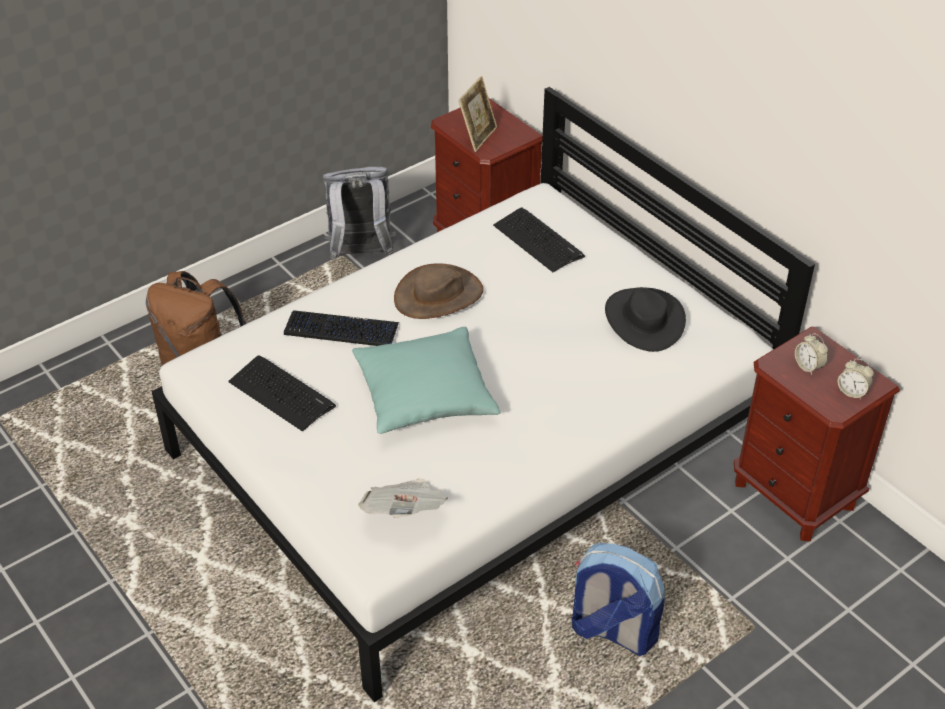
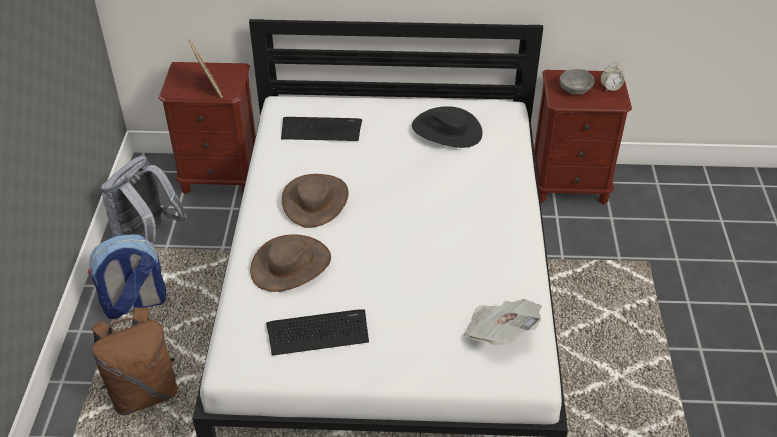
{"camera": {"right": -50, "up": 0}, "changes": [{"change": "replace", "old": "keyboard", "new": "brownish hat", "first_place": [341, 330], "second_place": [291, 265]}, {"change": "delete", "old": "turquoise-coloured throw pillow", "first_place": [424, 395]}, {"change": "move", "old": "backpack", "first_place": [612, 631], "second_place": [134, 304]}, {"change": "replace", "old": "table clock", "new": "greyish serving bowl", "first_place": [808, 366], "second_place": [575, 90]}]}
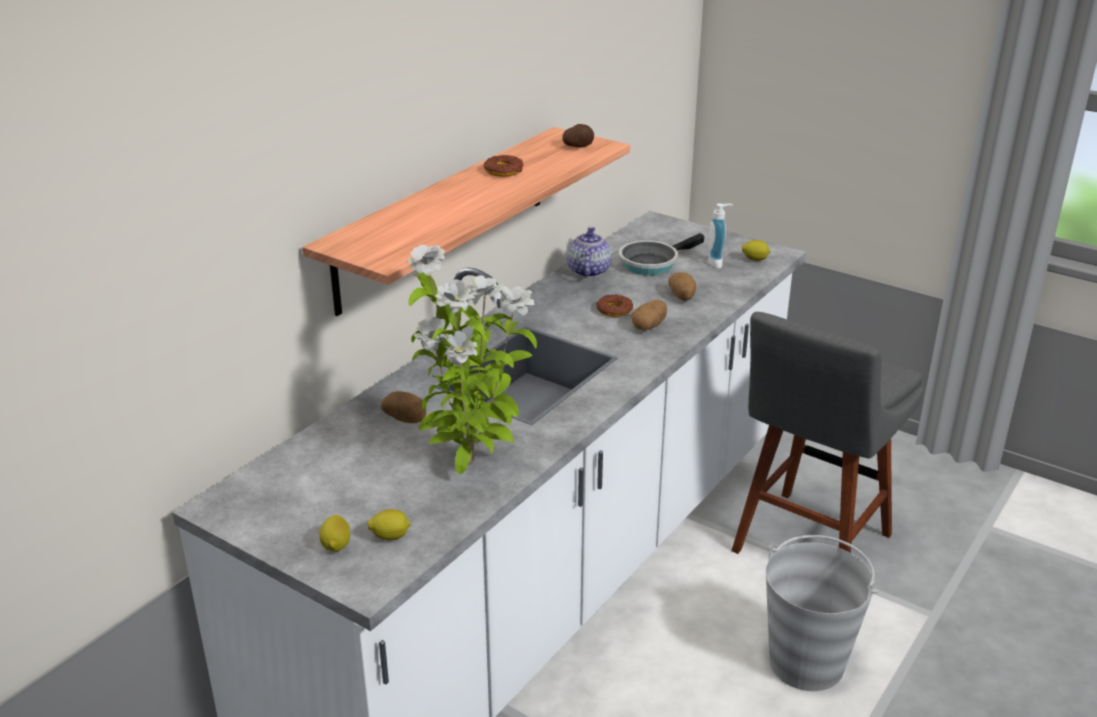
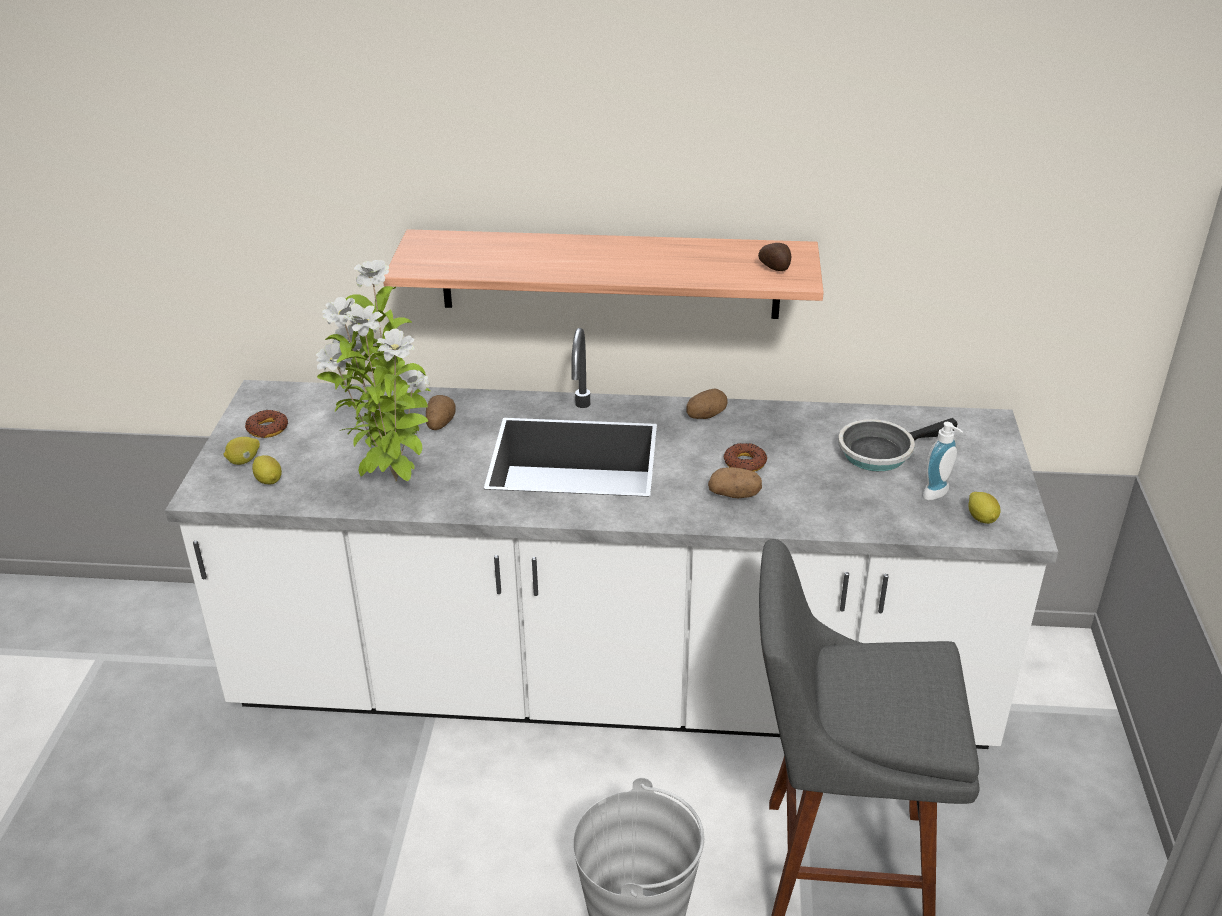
{"camera": {"right": 60, "up": 5}, "changes": [{"change": "move", "old": "doughnut", "first_place": [504, 171], "second_place": [267, 429]}, {"change": "delete", "old": "pot for tea", "first_place": [588, 271]}, {"change": "rotate", "old": "pan", "first_place": [652, 263], "second_place": [880, 451], "degrees": -45}, {"change": "move", "old": "potato", "first_place": [682, 297], "second_place": [706, 415]}]}
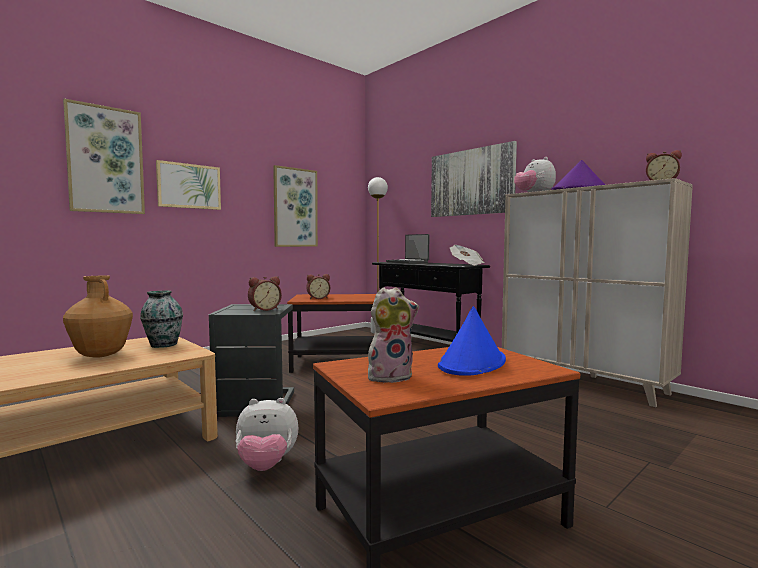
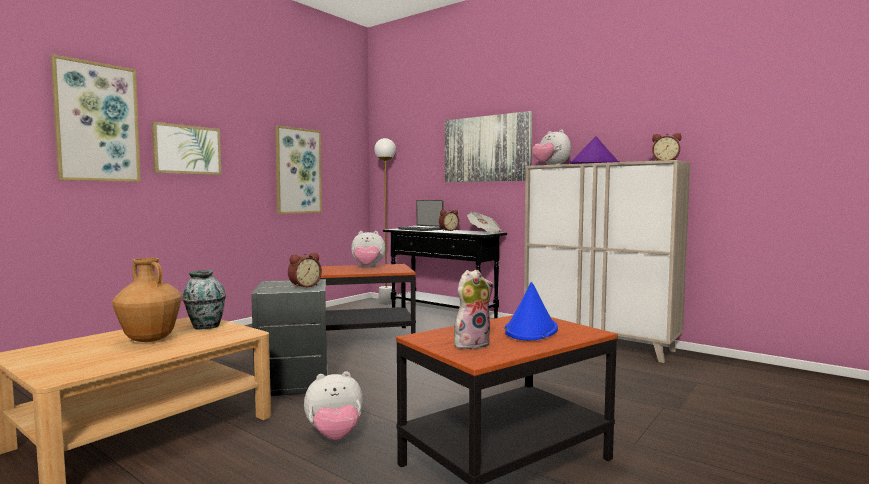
{"camera": {"right": -10, "up": 0}, "changes": [{"change": "move", "old": "table clock", "first_place": [318, 298], "second_place": [448, 230]}, {"change": "insert", "new": "plush toy", "second_place": [368, 267]}]}
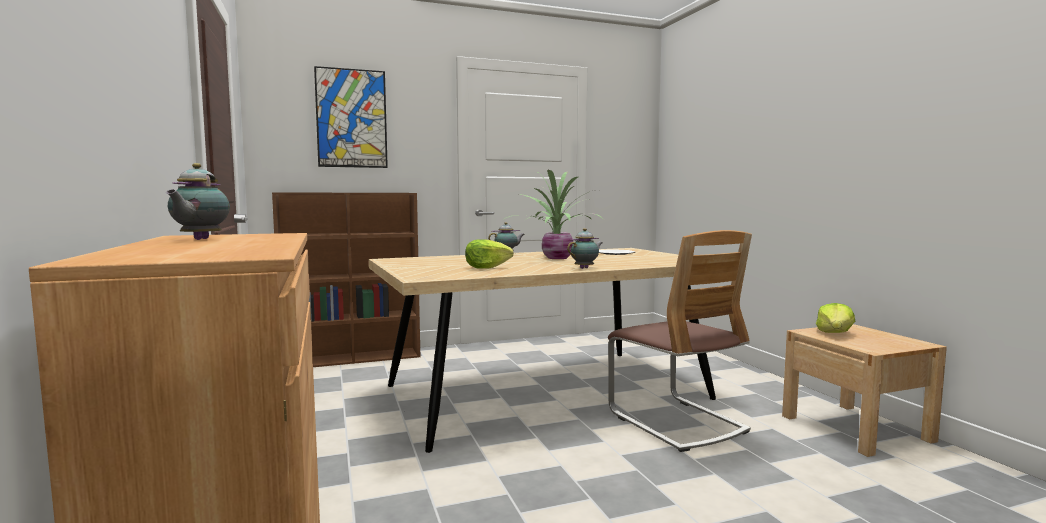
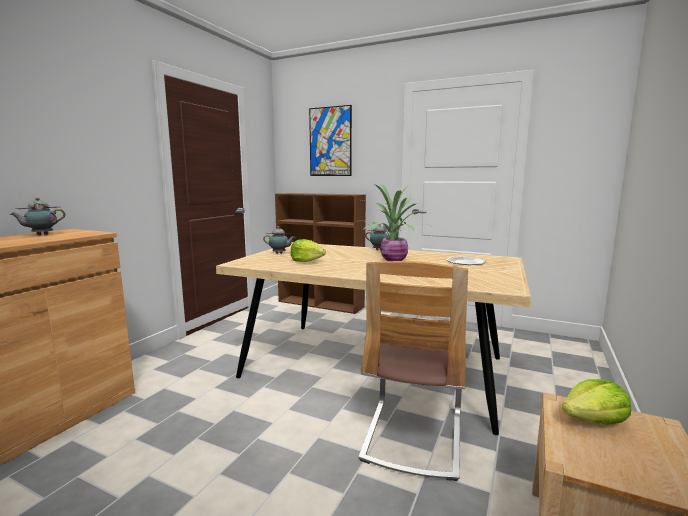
{"camera": {"right": 45, "up": 5}, "changes": [{"change": "move", "old": "pot for tea", "first_place": [585, 268], "second_place": [280, 253]}]}
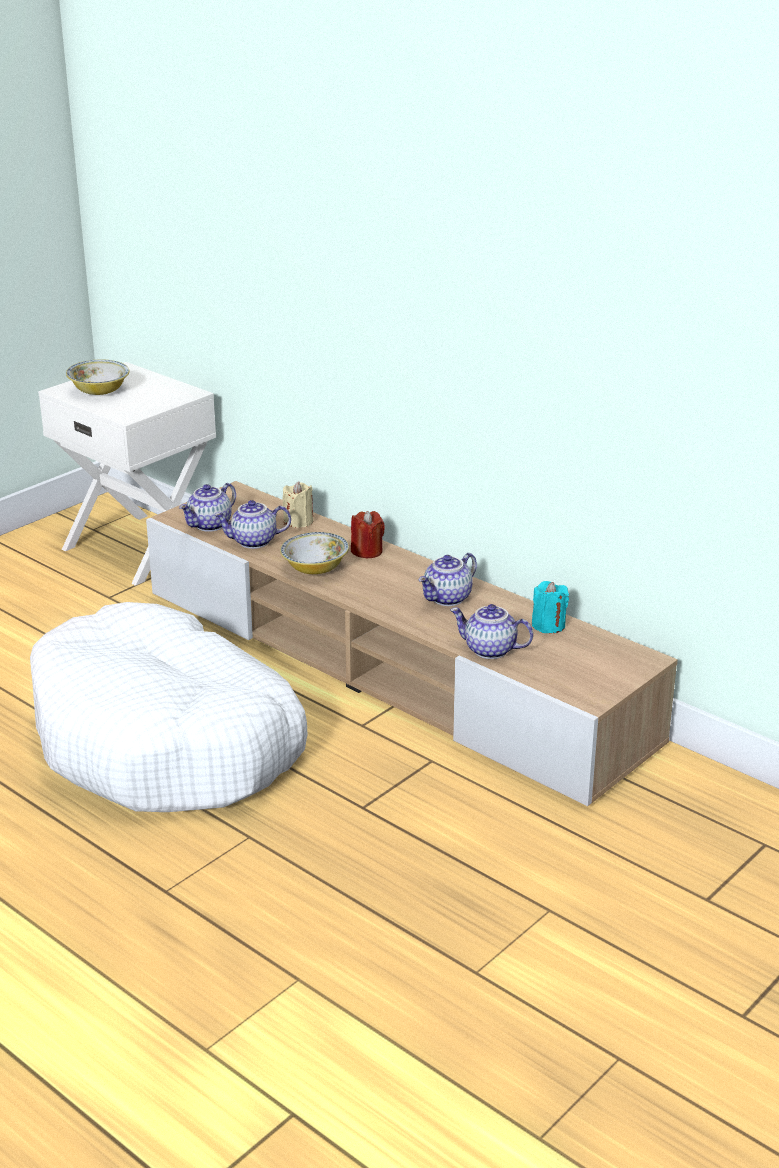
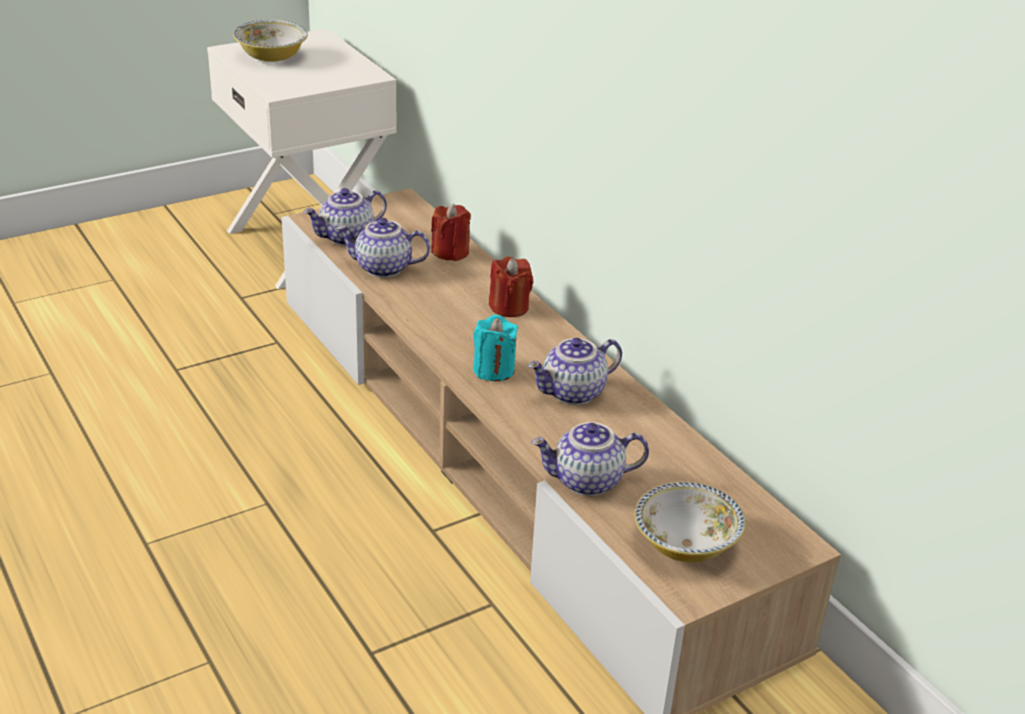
{"camera": {"right": 15, "up": 5}, "changes": [{"change": "delete", "old": "white-coloured dog bed", "first_place": [167, 741]}, {"change": "move", "old": "serving bowl", "first_place": [315, 568], "second_place": [685, 544]}, {"change": "recolor", "old": "sand-coloured candle", "new": "reddish candle", "first_place": [298, 521], "second_place": [450, 252]}, {"change": "rotate", "old": "pot for tea", "first_place": [489, 650], "second_place": [587, 482], "degrees": -45}, {"change": "move", "old": "turquoise-coloured candle", "first_place": [548, 625], "second_place": [493, 370]}]}
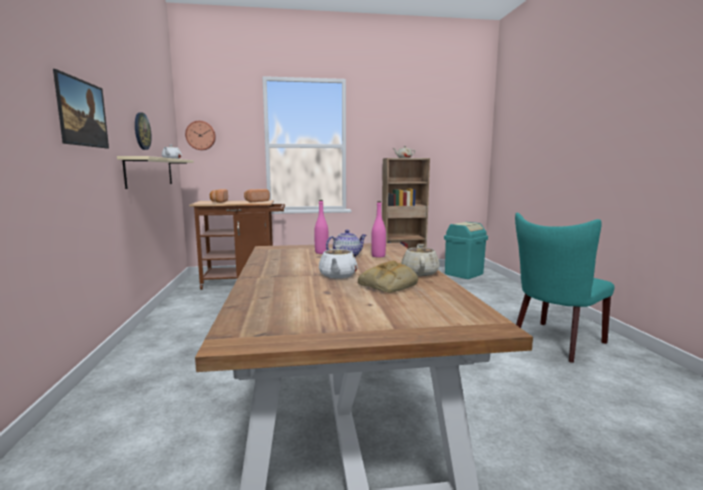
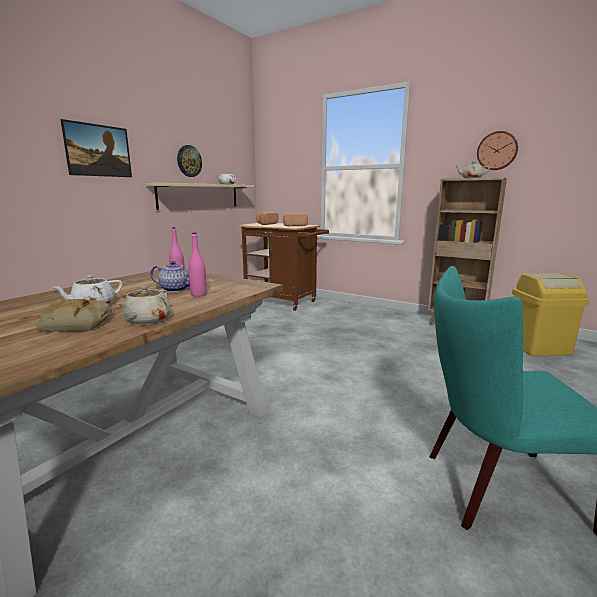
{"camera": {"right": 40, "up": 5}, "changes": [{"change": "move", "old": "hanging clock", "first_place": [201, 135], "second_place": [497, 151]}, {"change": "rotate", "old": "sand-coloured pot for tea", "first_place": [420, 273], "second_place": [147, 320], "degrees": 150}, {"change": "recolor", "old": "turquoise-coloured waste bin", "new": "yellow waste bin", "first_place": [463, 274], "second_place": [538, 347]}]}
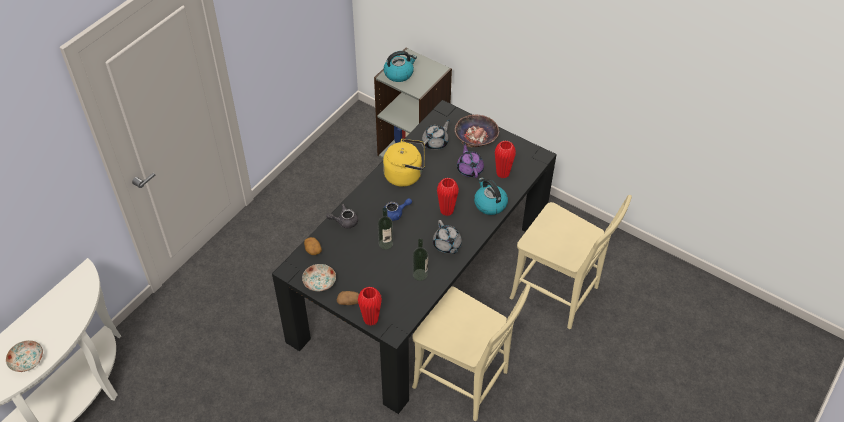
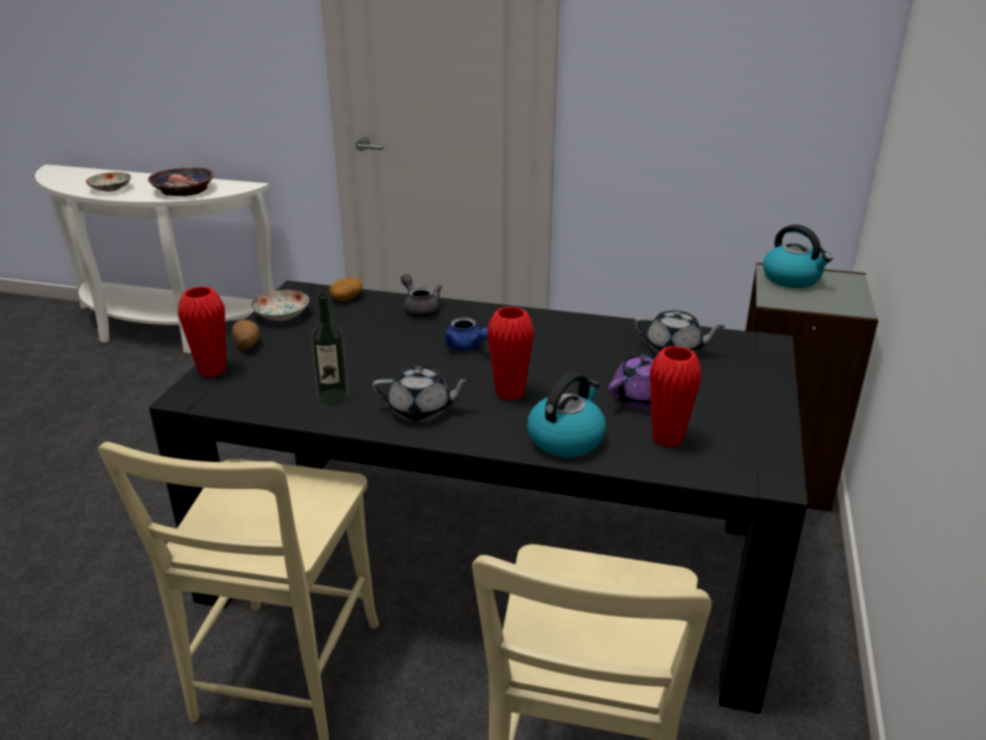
{"camera": {"right": 70, "up": -20}, "changes": [{"change": "delete", "old": "bottle", "first_place": [386, 243]}, {"change": "delete", "old": "yellow water kettle", "first_place": [405, 175]}, {"change": "rotate", "old": "greyish pot for tea", "first_place": [447, 245], "second_place": [421, 410], "degrees": -135}, {"change": "move", "old": "serving bowl", "first_place": [476, 136], "second_place": [184, 190]}]}
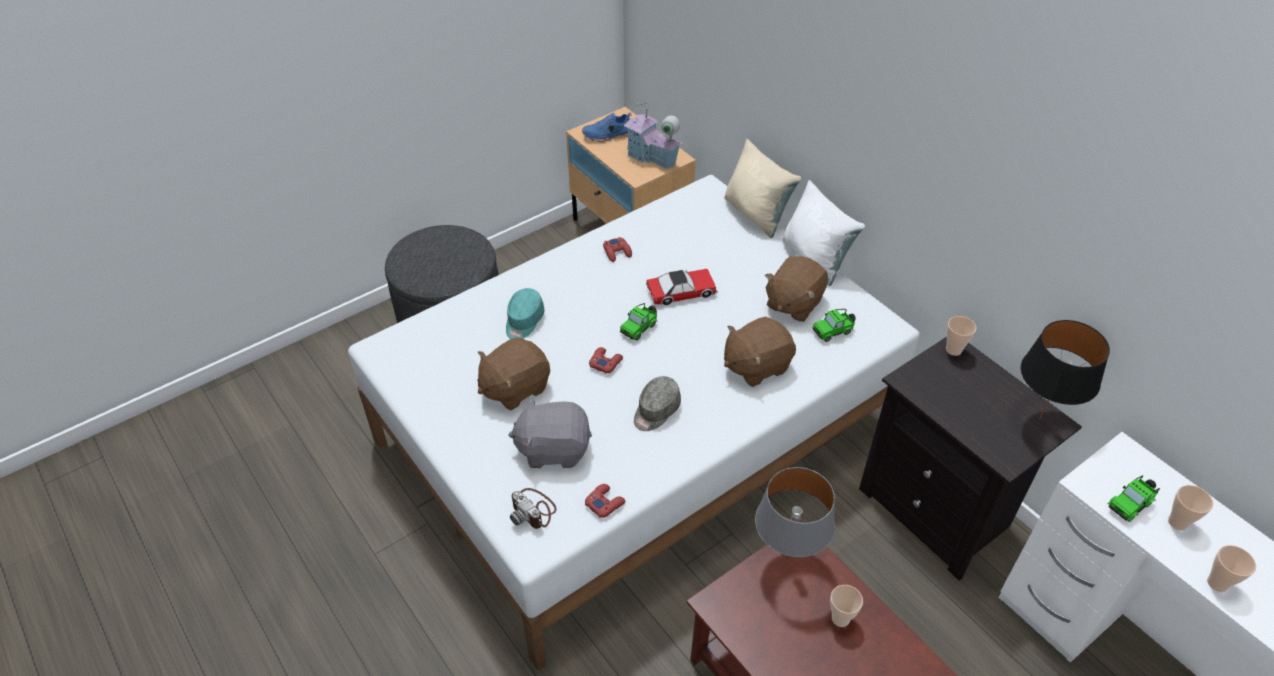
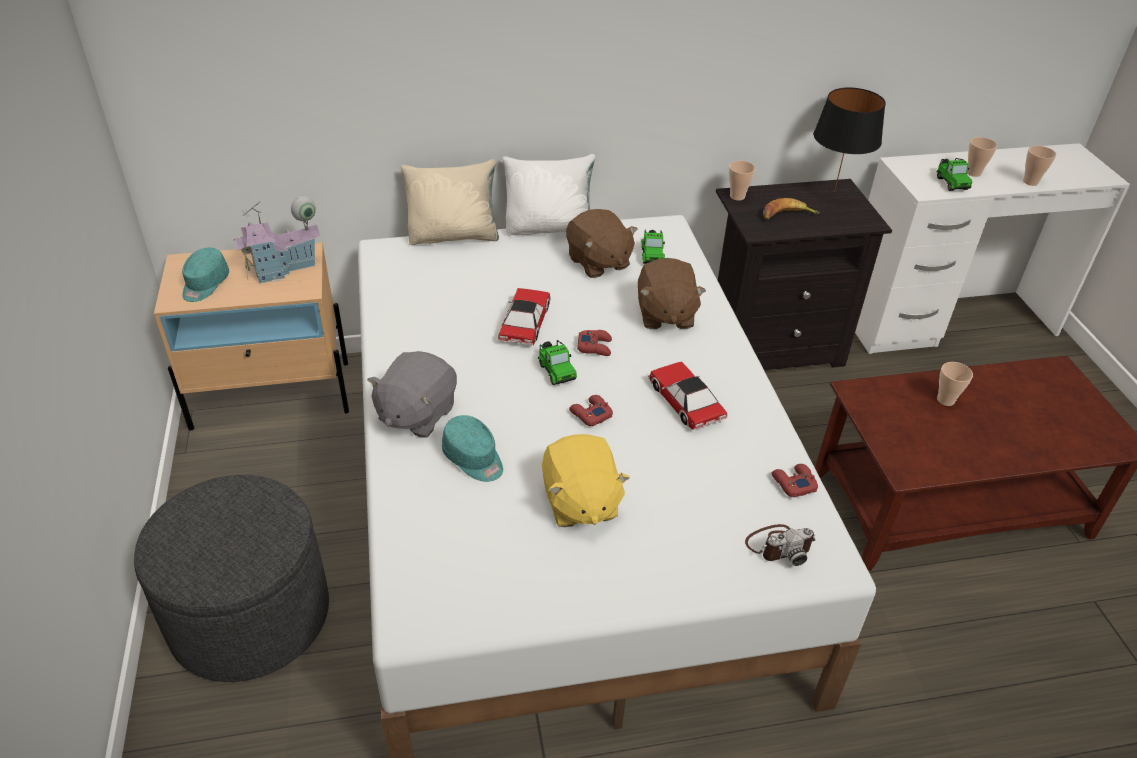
{"camera": {"right": -65, "up": -5}, "changes": [{"change": "recolor", "old": "brownish plush toy", "new": "yellow plush toy", "first_place": [514, 387], "second_place": [580, 502]}, {"change": "move", "old": "greyish plush toy", "first_place": [553, 449], "second_place": [416, 414]}, {"change": "replace", "old": "blue shoe", "new": "turquoise-coloured cap", "first_place": [607, 135], "second_place": [205, 285]}, {"change": "move", "old": "reddish game controller", "first_place": [617, 252], "second_place": [595, 346]}, {"change": "replace", "old": "greyish cap", "new": "model car", "first_place": [655, 411], "second_place": [685, 402]}, {"change": "delete", "old": "greyish tabletop lamp", "first_place": [785, 559]}, {"change": "insert", "new": "whole banana", "second_place": [787, 215]}]}
